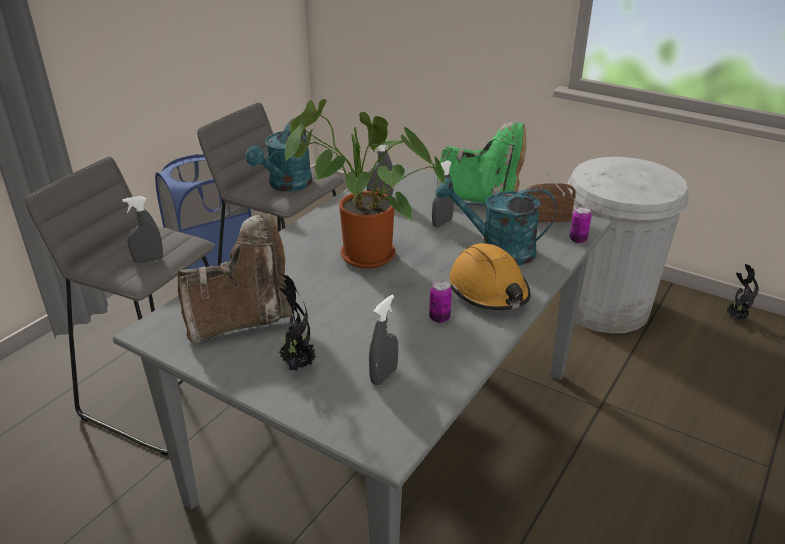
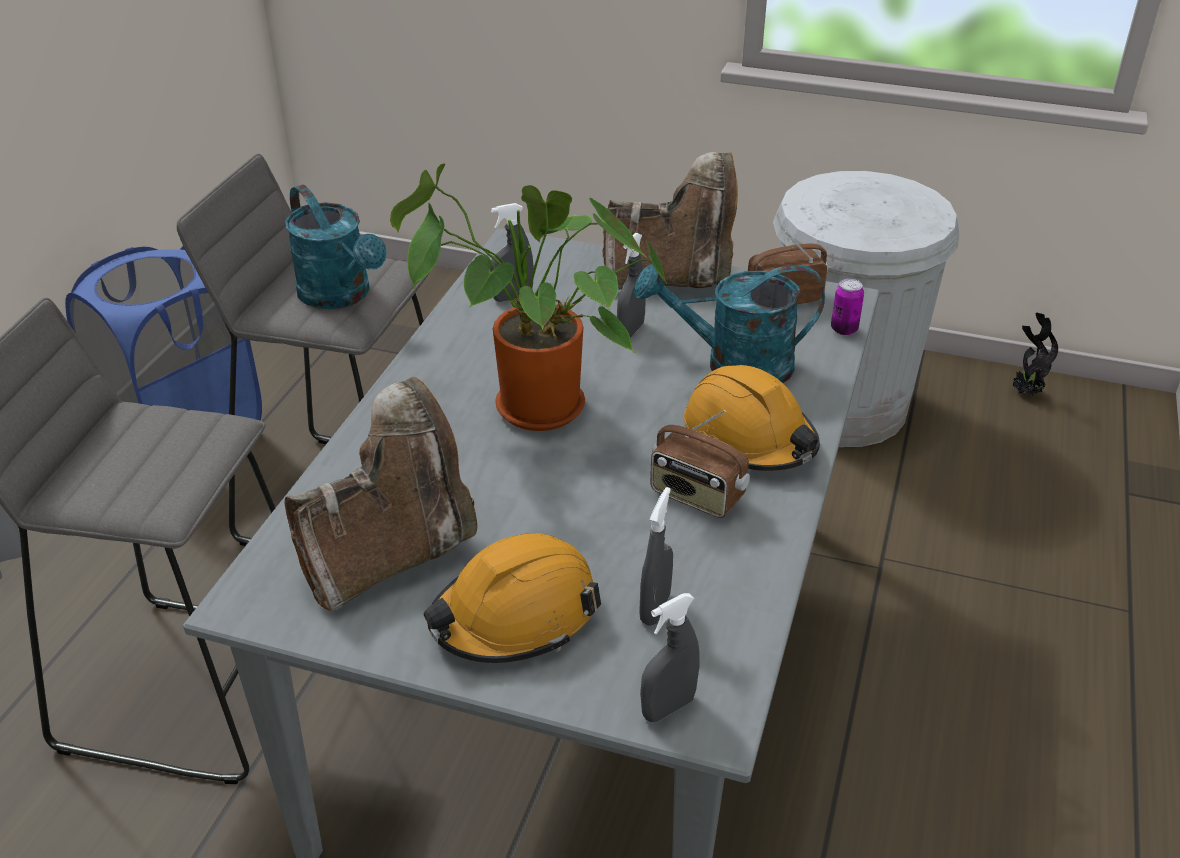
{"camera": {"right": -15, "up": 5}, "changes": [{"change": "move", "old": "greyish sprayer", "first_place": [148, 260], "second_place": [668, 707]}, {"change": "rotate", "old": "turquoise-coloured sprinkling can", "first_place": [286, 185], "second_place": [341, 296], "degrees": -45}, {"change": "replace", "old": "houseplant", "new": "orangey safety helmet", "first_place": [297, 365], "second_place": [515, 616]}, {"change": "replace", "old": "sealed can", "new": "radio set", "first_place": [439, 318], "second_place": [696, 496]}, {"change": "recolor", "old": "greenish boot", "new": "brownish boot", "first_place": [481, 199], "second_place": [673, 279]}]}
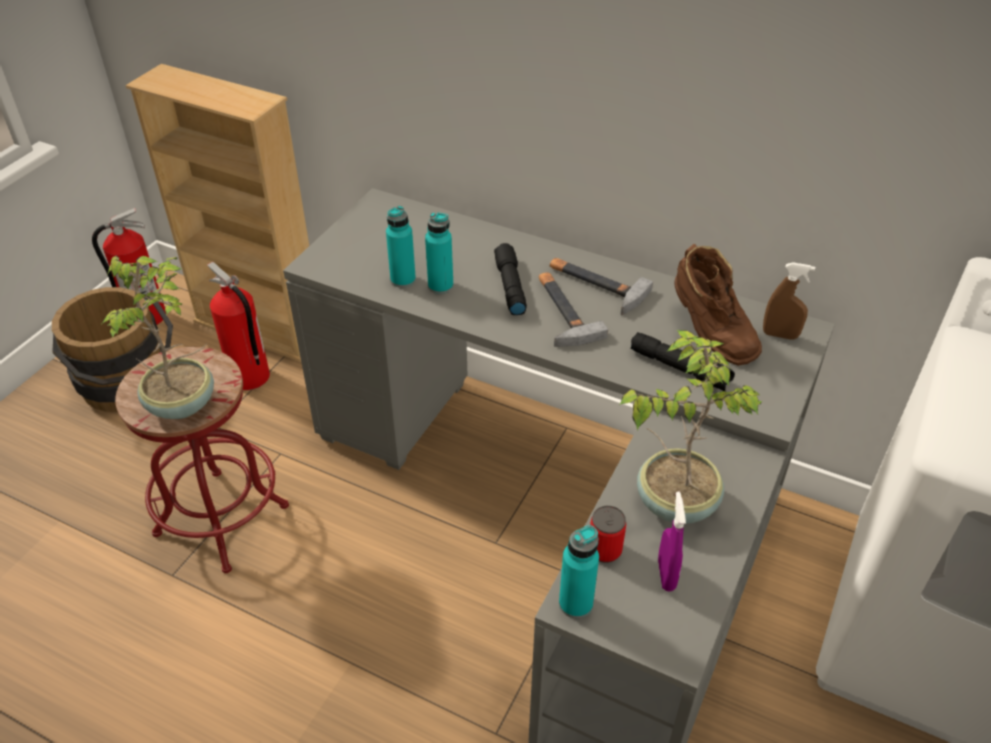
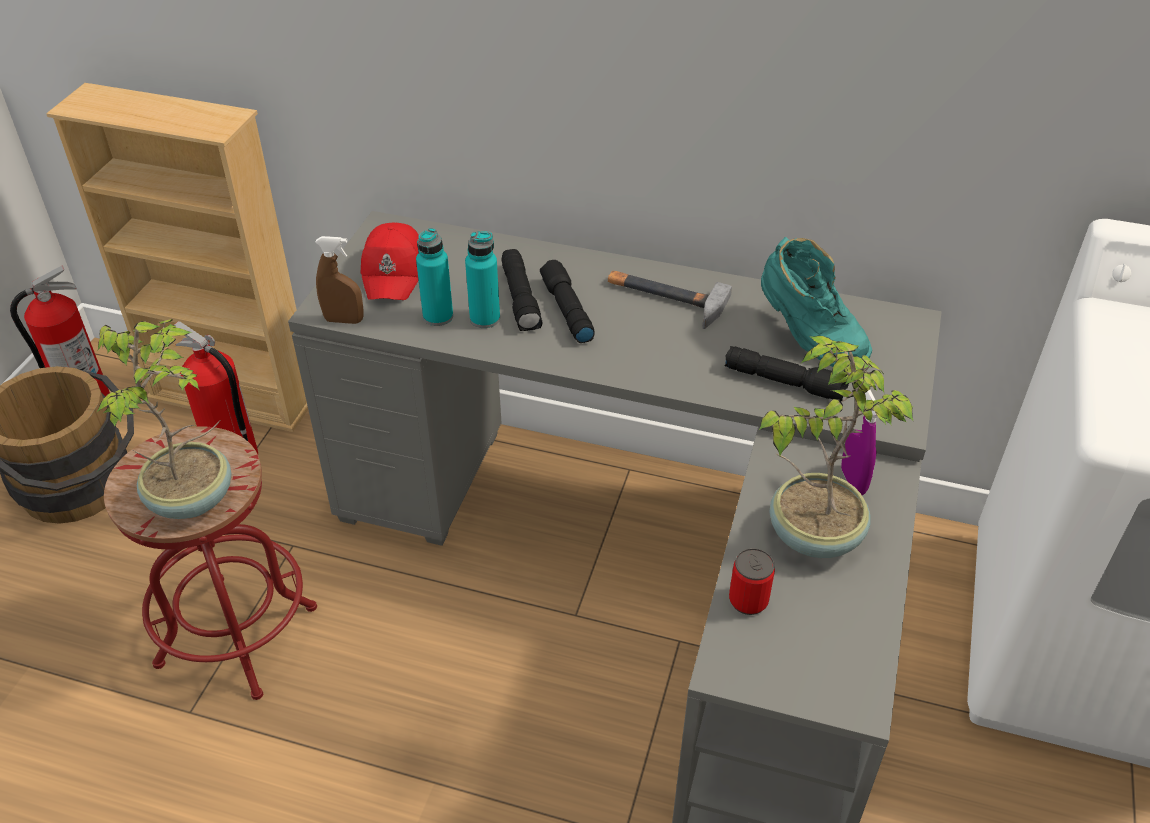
{"camera": {"right": -10, "up": 0}, "changes": [{"change": "delete", "old": "tool hammer", "first_place": [561, 311]}, {"change": "delete", "old": "turquoise-coloured bottle", "first_place": [576, 603]}, {"change": "move", "old": "purple-coloured sprayer", "first_place": [666, 575], "second_place": [853, 481]}, {"change": "recolor", "old": "brownish boot", "new": "turquoise-coloured boot", "first_place": [709, 334], "second_place": [807, 339]}, {"change": "move", "old": "brownish sprayer", "first_place": [780, 335], "second_place": [344, 320]}, {"change": "insert", "new": "reddish cap", "second_place": [395, 272]}, {"change": "insert", "new": "black-coloured hand torch", "second_place": [521, 299]}]}
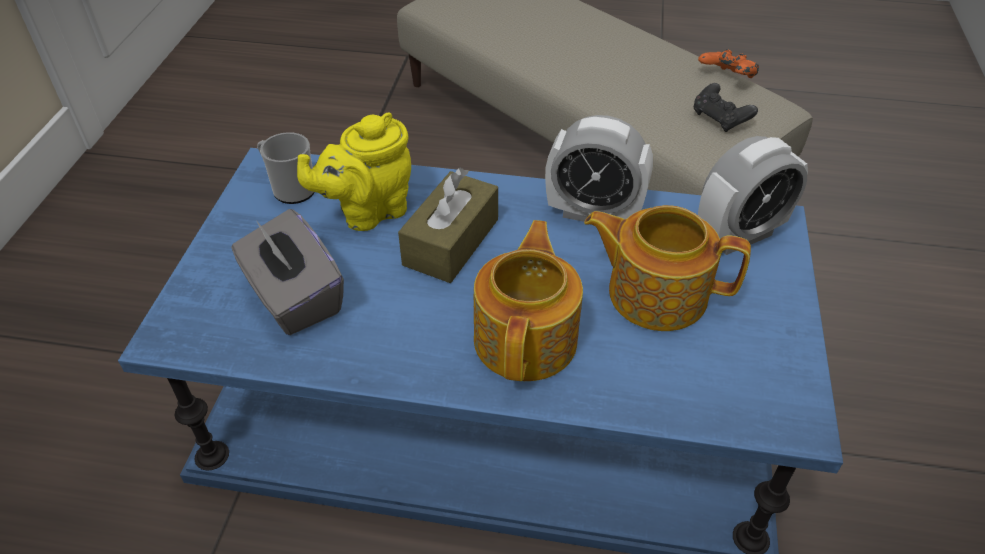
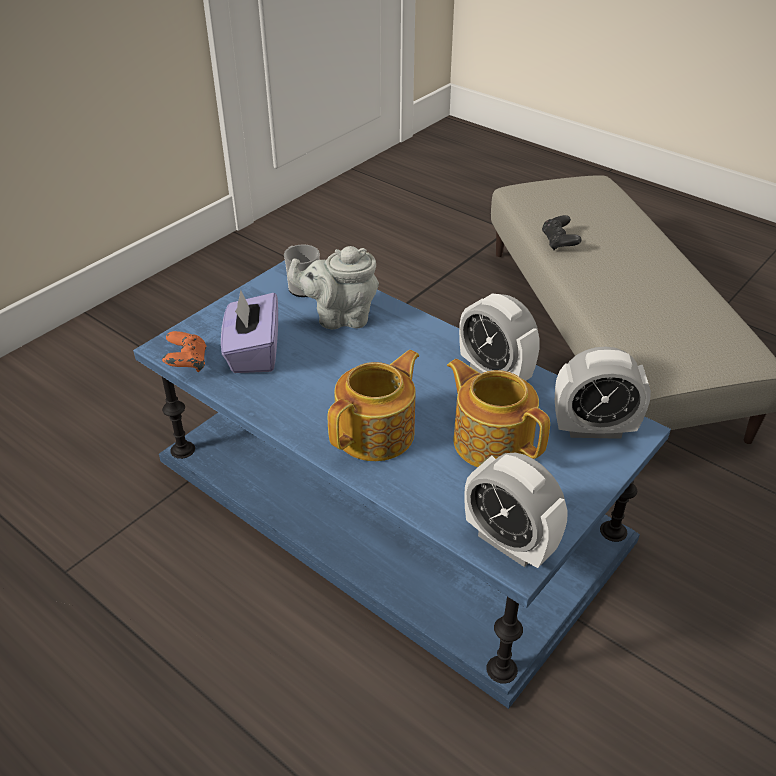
{"camera": {"right": 30, "up": -5}, "changes": [{"change": "recolor", "old": "greyish tissue holder", "new": "purple-coloured tissue holder", "first_place": [294, 298], "second_place": [253, 353]}, {"change": "recolor", "old": "yellow pot for tea", "new": "greyish pot for tea", "first_place": [368, 211], "second_place": [340, 317]}, {"change": "delete", "old": "brownish tissue holder", "first_place": [451, 242]}, {"change": "move", "old": "black-coloured game controller", "first_place": [720, 119], "second_place": [559, 242]}, {"change": "move", "old": "orangey game controller", "first_place": [726, 78], "second_place": [187, 364]}, {"change": "insert", "new": "table clock", "second_place": [509, 542]}]}
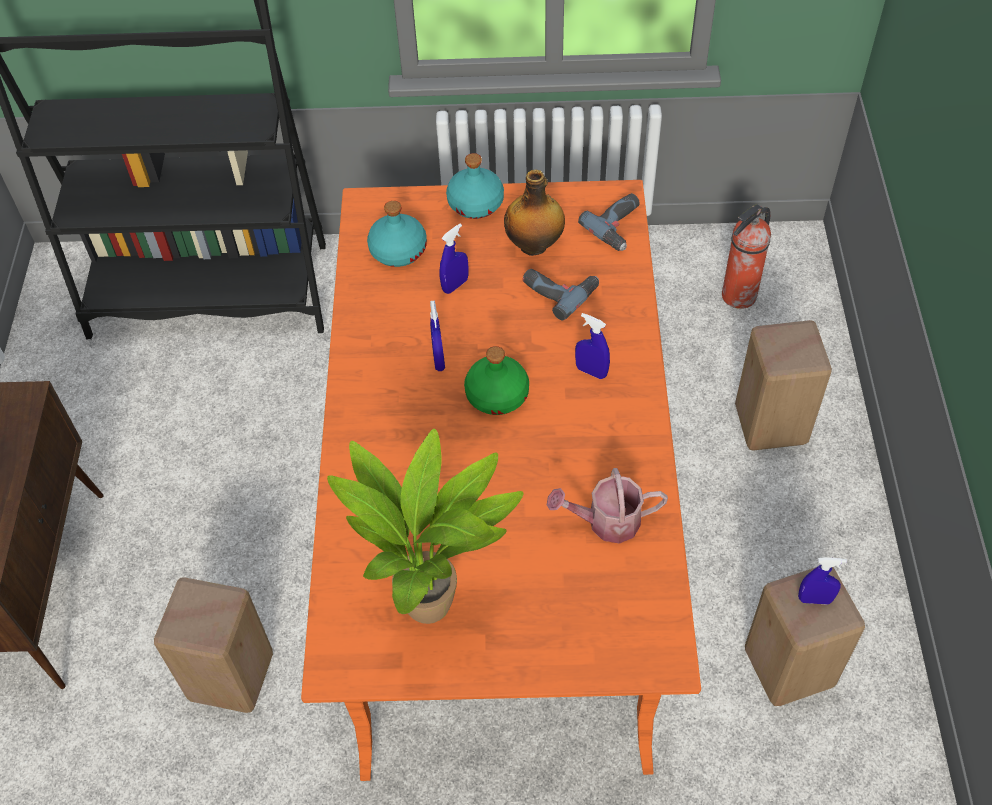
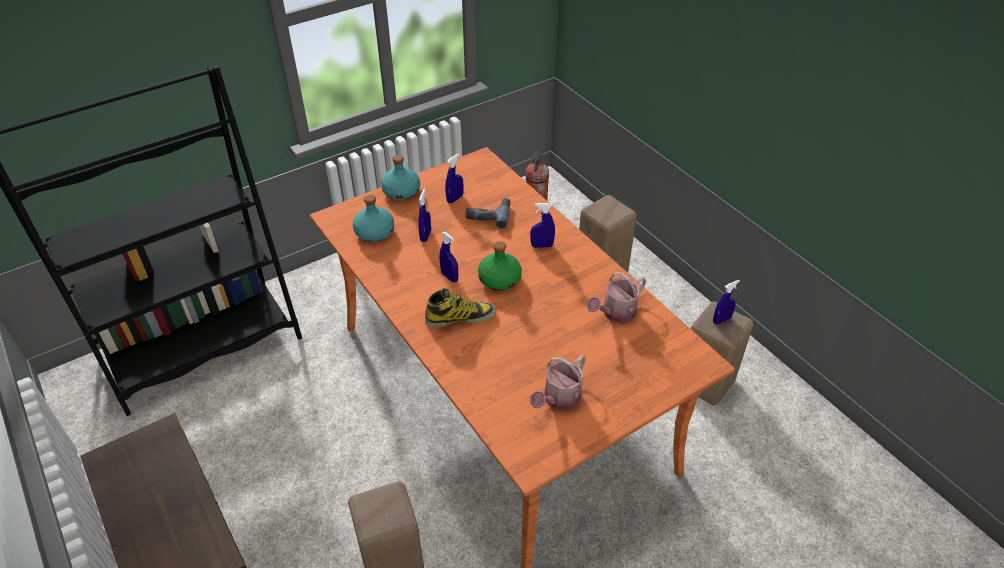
{"camera": {"right": -35, "up": -10}, "changes": [{"change": "replace", "old": "houseplant", "new": "sprinkling can", "first_place": [435, 602], "second_place": [559, 399]}, {"change": "replace", "old": "bottle", "new": "blue sprayer", "first_place": [534, 245], "second_place": [455, 199]}, {"change": "delete", "old": "drill", "first_place": [620, 226]}, {"change": "insert", "new": "boot", "second_place": [460, 317]}]}
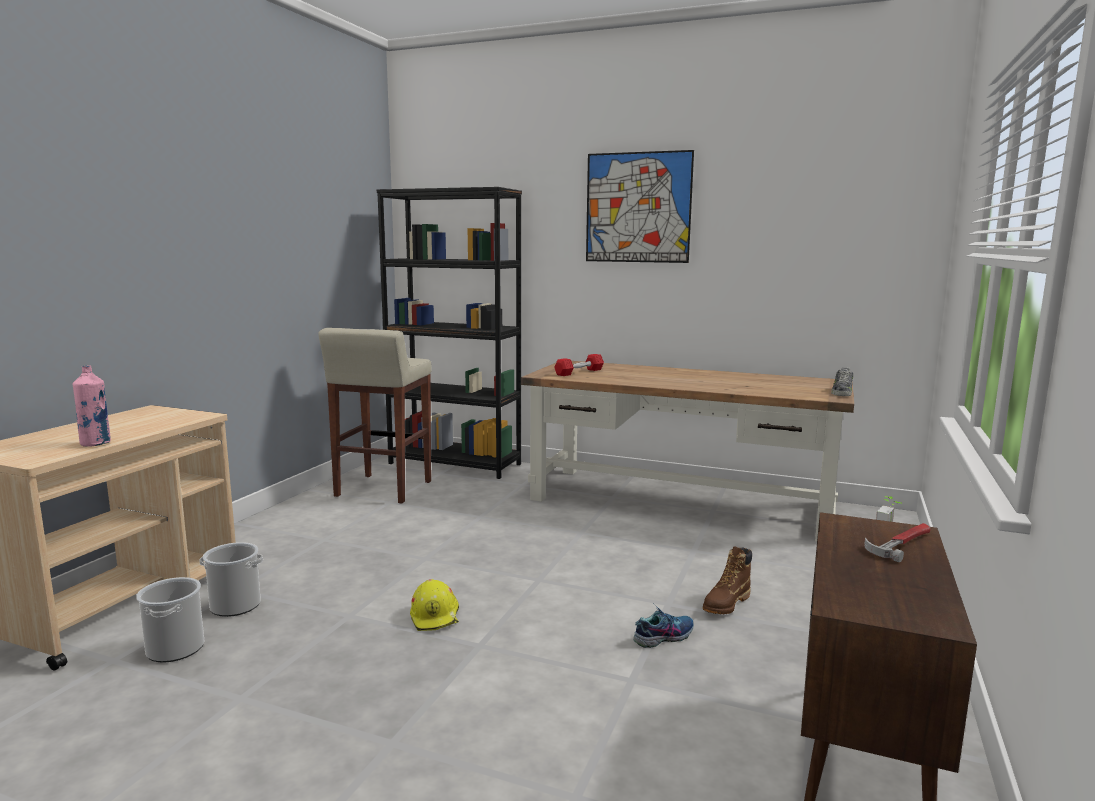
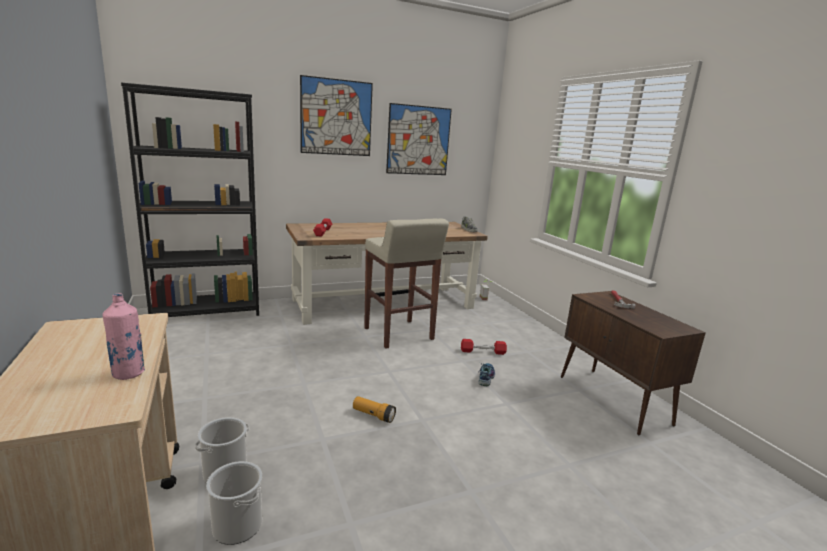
{"camera": {"right": -45, "up": 5}, "changes": [{"change": "move", "old": "sand-coloured stool", "first_place": [382, 489], "second_place": [399, 334]}, {"change": "replace", "old": "yellow safety helmet", "new": "hand torch", "first_place": [435, 616], "second_place": [373, 415]}, {"change": "replace", "old": "brownish boot", "new": "reddish free weight", "first_place": [726, 604], "second_place": [483, 352]}, {"change": "insert", "new": "picture", "second_place": [418, 140]}]}
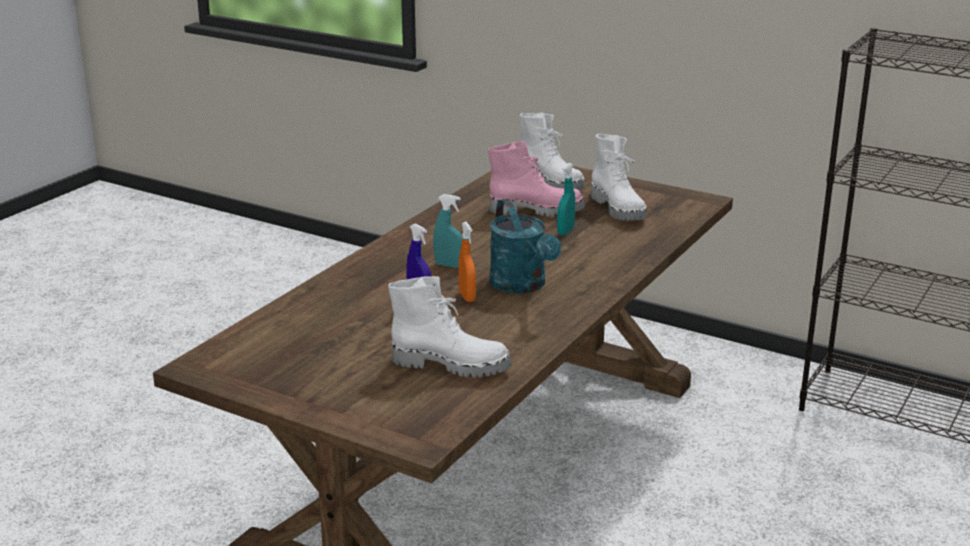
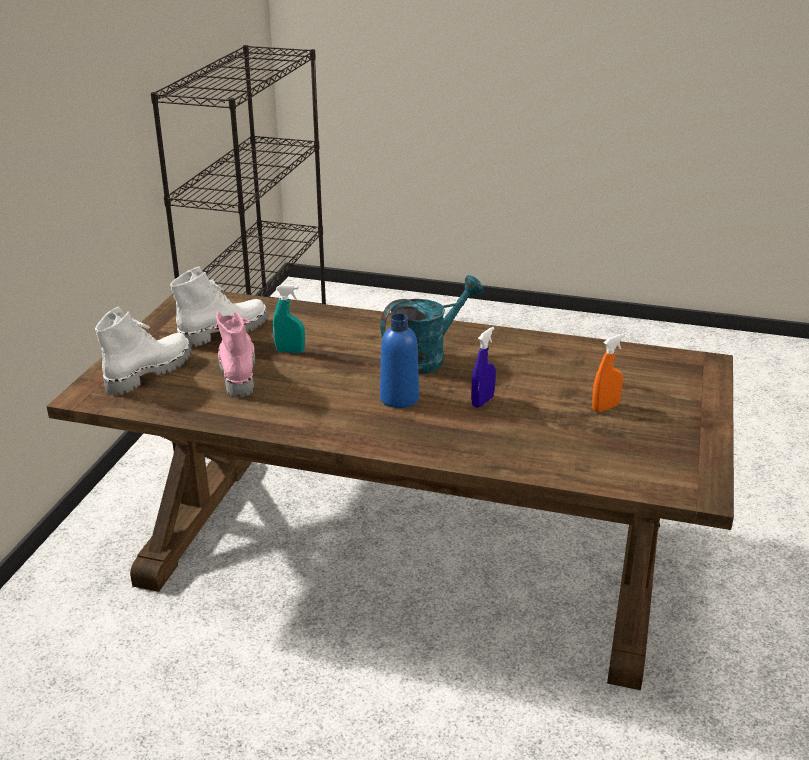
{"camera": {"right": -105, "up": 5}, "changes": [{"change": "delete", "old": "white-coloured boot", "first_place": [451, 364]}, {"change": "replace", "old": "turquoise-coloured sprayer", "new": "blue bottle", "first_place": [449, 265], "second_place": [399, 398]}, {"change": "move", "old": "orangey sprayer", "first_place": [467, 297], "second_place": [605, 407]}]}
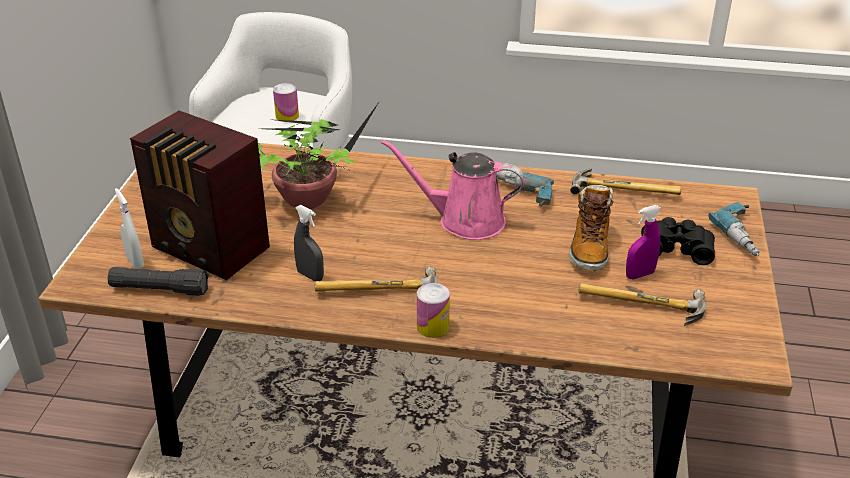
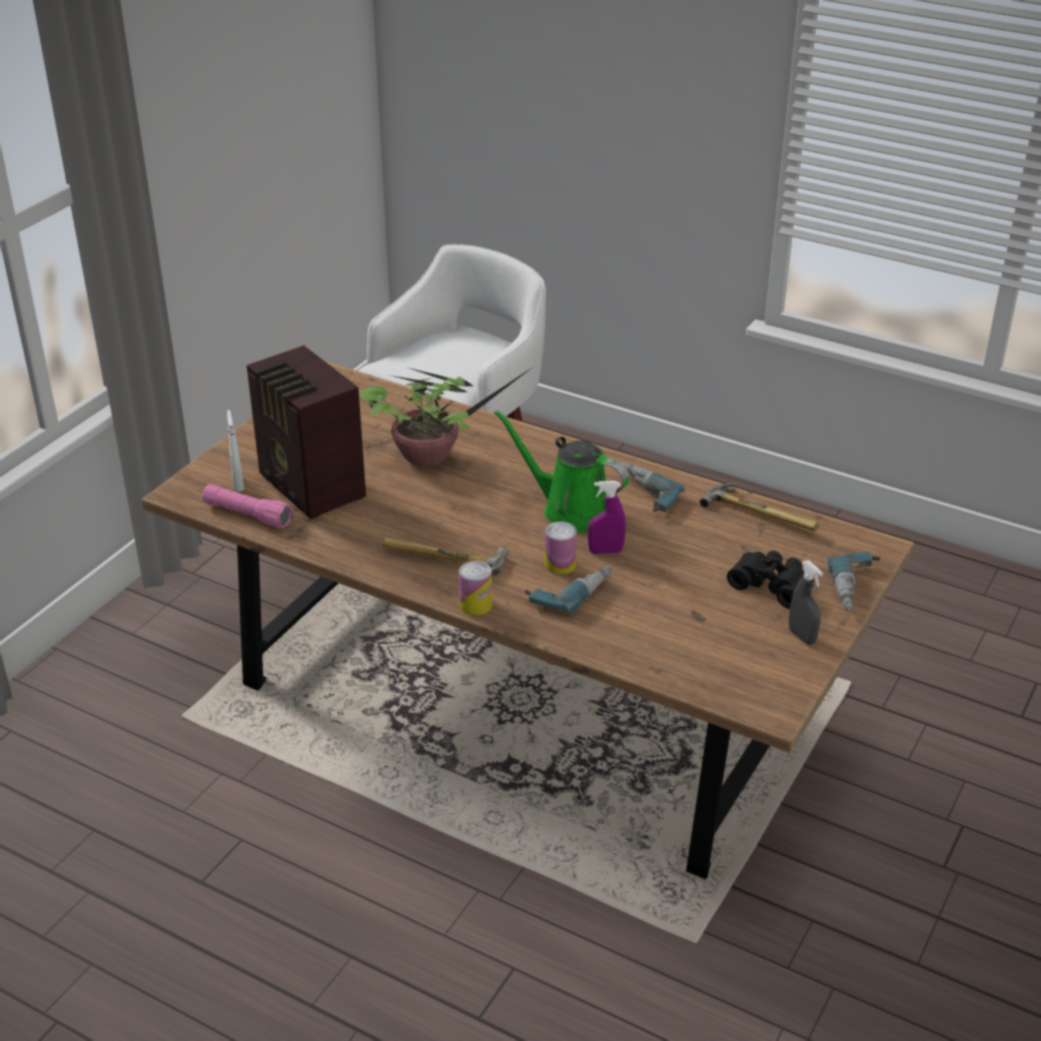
{"camera": {"right": 20, "up": 0}, "changes": [{"change": "recolor", "old": "black-coloured hand torch", "new": "pinkish hand torch", "first_place": [159, 290], "second_place": [247, 515]}, {"change": "move", "old": "sealed can", "first_place": [287, 116], "second_place": [560, 564]}, {"change": "move", "old": "greyish sprayer", "first_place": [310, 275], "second_place": [802, 636]}, {"change": "recolor", "old": "pinkish sprinkling can", "new": "greenish sprinkling can", "first_place": [464, 220], "second_place": [571, 510]}, {"change": "delete", "old": "boot", "first_place": [589, 248]}, {"change": "delete", "old": "tool hammer", "first_place": [641, 308]}, {"change": "move", "old": "purple-coloured sprayer", "first_place": [639, 275], "second_place": [605, 551]}, {"change": "insert", "new": "drill", "second_place": [569, 591]}]}
